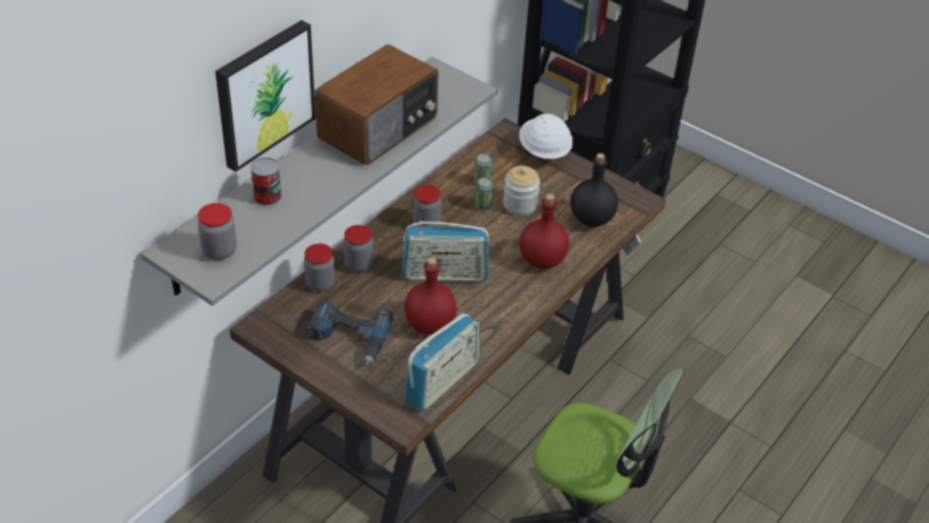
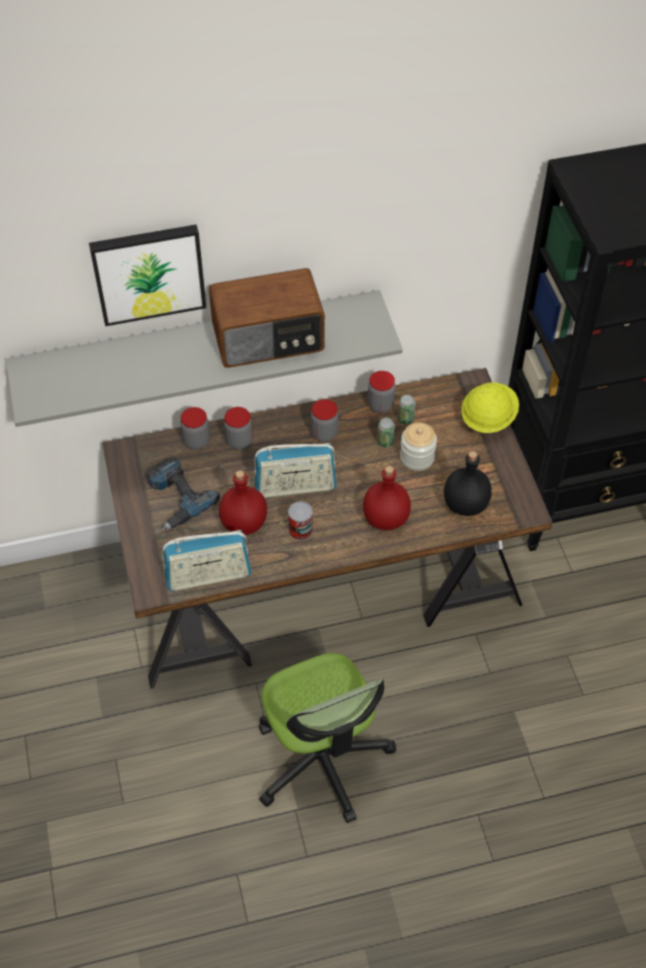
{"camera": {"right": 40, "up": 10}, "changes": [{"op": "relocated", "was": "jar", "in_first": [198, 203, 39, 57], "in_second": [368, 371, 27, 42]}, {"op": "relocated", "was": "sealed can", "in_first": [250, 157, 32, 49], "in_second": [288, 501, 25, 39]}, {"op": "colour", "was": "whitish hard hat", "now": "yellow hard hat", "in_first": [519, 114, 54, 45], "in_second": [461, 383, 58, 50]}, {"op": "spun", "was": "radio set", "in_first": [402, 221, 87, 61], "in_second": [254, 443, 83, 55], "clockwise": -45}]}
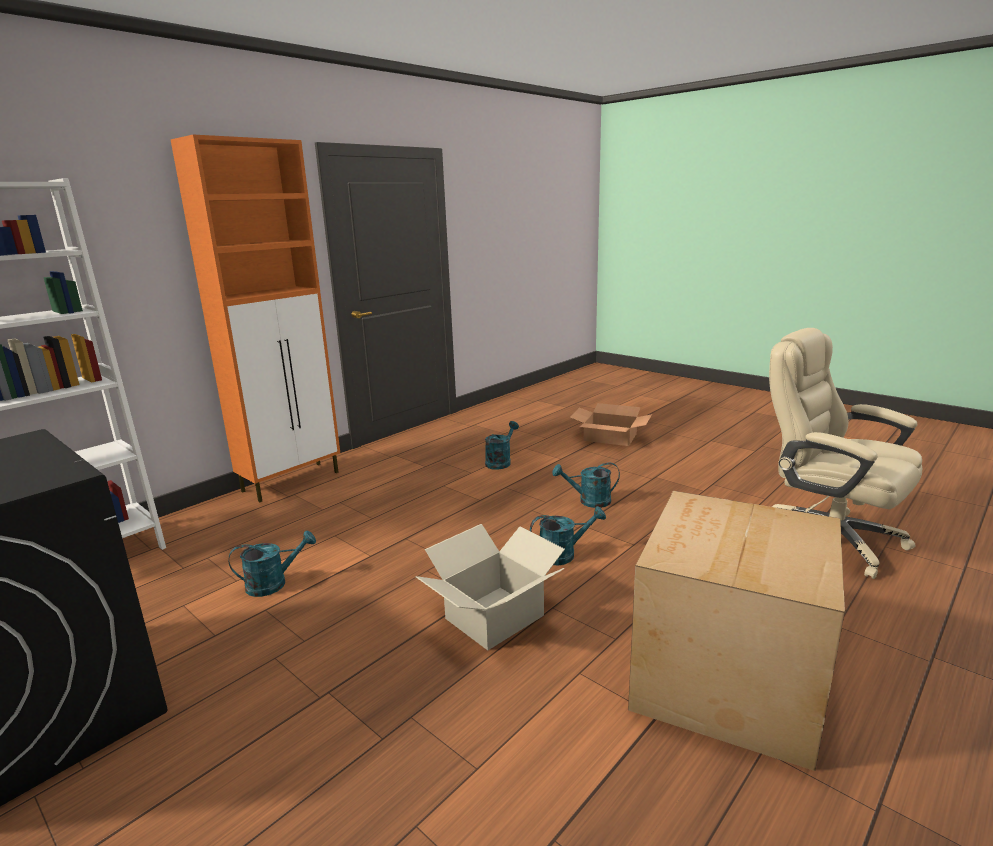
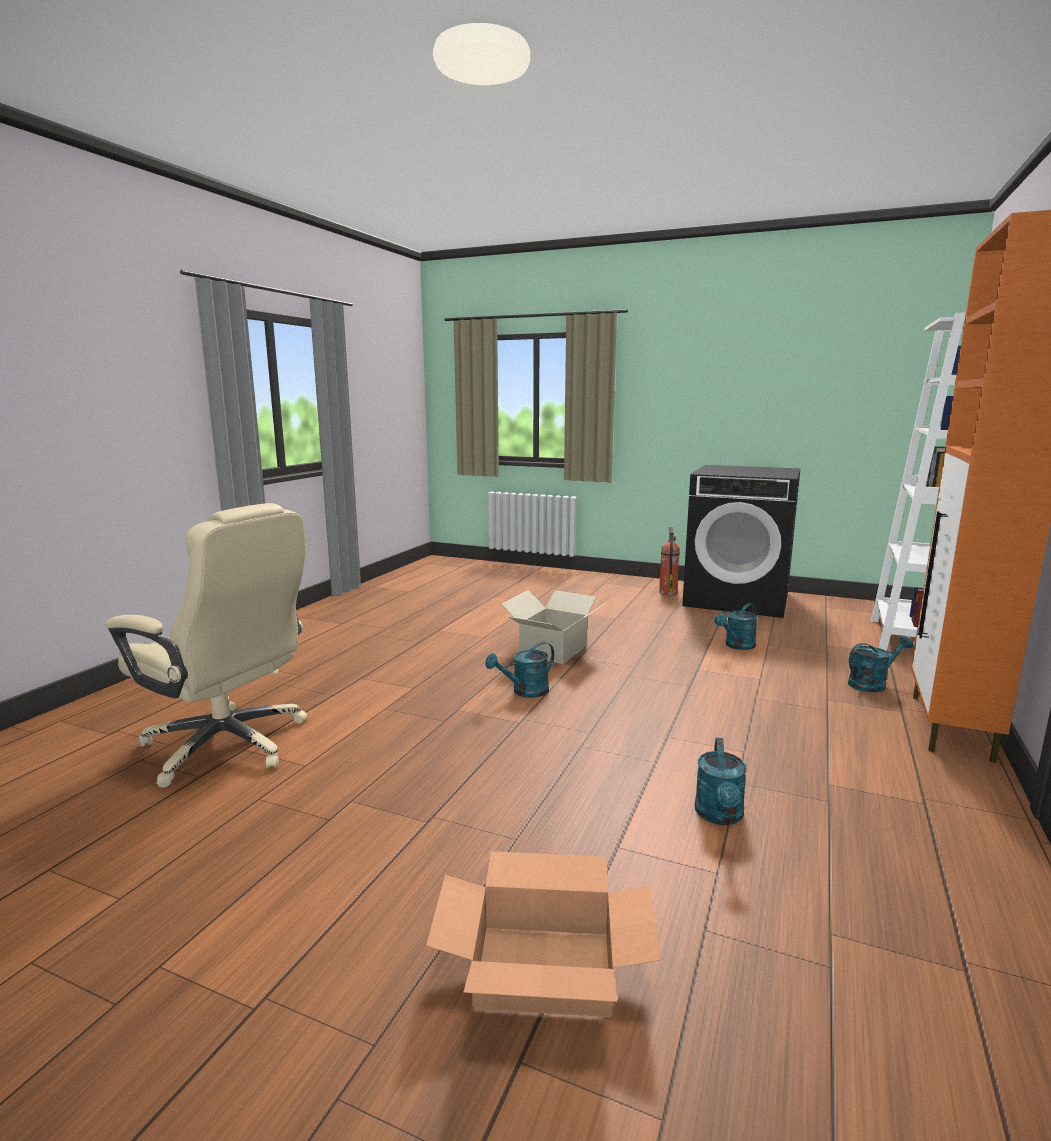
{"camera": {"right": 160, "up": -5}, "changes": [{"op": "missing", "was": "packing box", "in_first": [628, 491, 217, 280]}, {"op": "appeared", "now": "extinguisher", "in_second": [659, 527, 21, 68]}, {"op": "relocated", "was": "turquoise sprinkling can", "in_first": [552, 463, 68, 45], "in_second": [848, 635, 65, 57]}]}
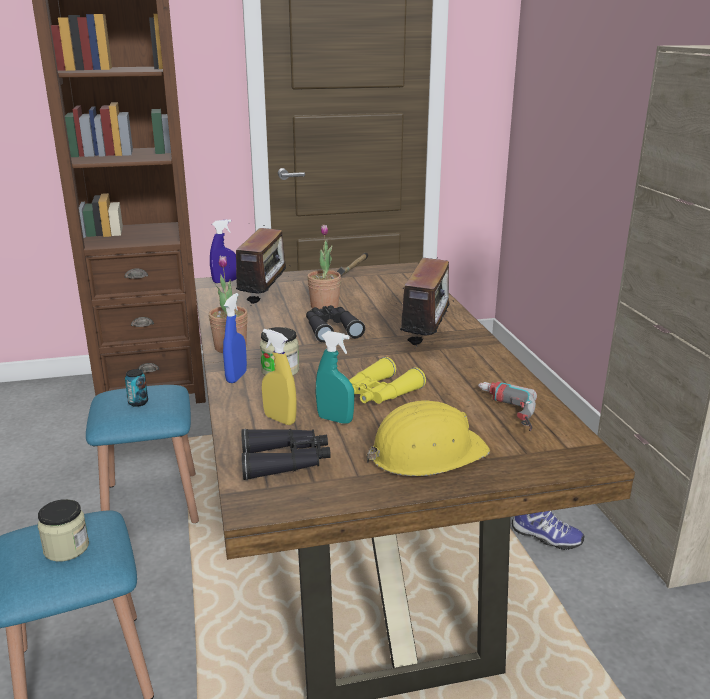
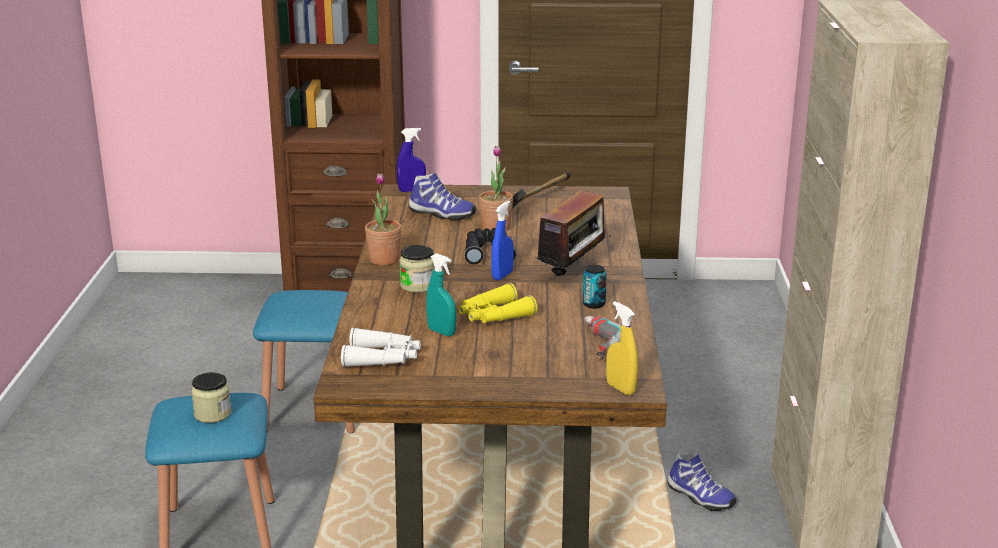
{"camera": {"right": 15, "up": 0}, "changes": [{"op": "missing", "was": "yellow hard hat", "in_first": [367, 401, 123, 75]}, {"op": "relocated", "was": "sealed can", "in_first": [125, 369, 23, 38], "in_second": [582, 265, 25, 44]}, {"op": "relocated", "was": "blue-coloured sprayer", "in_first": [223, 293, 24, 90], "in_second": [491, 201, 23, 79]}, {"op": "relocated", "was": "yellow sprayer", "in_first": [262, 329, 35, 96], "in_second": [606, 301, 32, 94]}, {"op": "exchanged", "was": "radio set", "now": "item of footwear", "in_first": [229, 226, 61, 80], "in_second": [408, 173, 68, 48]}, {"op": "colour", "was": "black-coloured field glasses", "now": "whitish field glasses", "in_first": [241, 429, 90, 51], "in_second": [341, 328, 80, 39]}]}
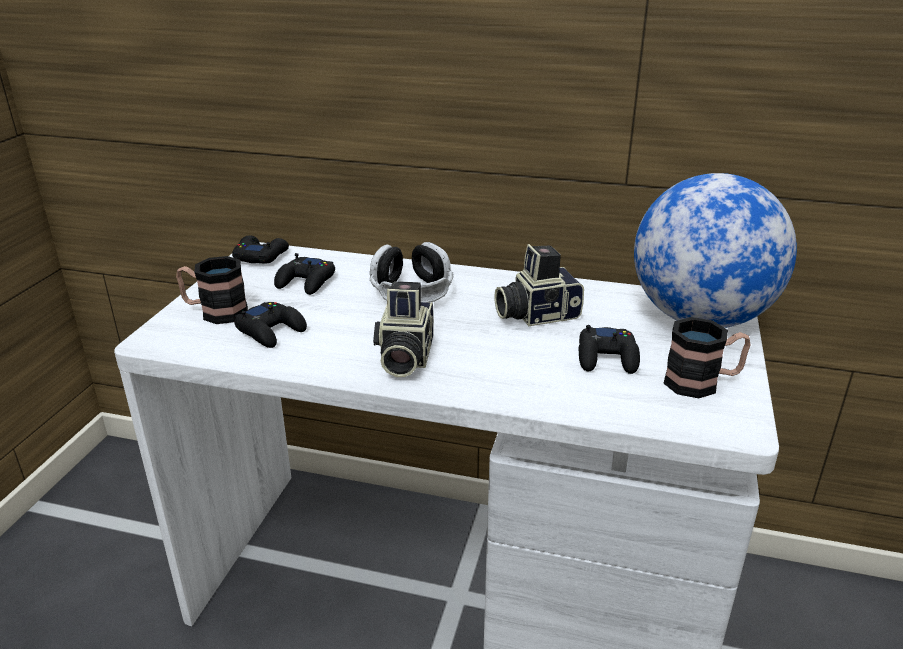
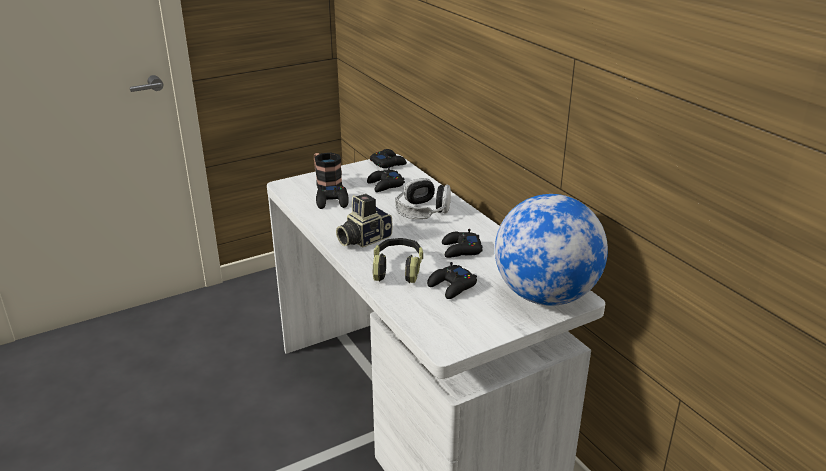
{"camera": {"right": 45, "up": 0}, "changes": [{"op": "missing", "was": "tea mug", "in_first": [664, 317, 87, 81]}, {"op": "appeared", "now": "headset", "in_second": [373, 238, 50, 45]}, {"op": "exchanged", "was": "photo camera", "now": "black-coloured game controller", "in_first": [494, 244, 90, 82], "in_second": [442, 229, 41, 29]}]}
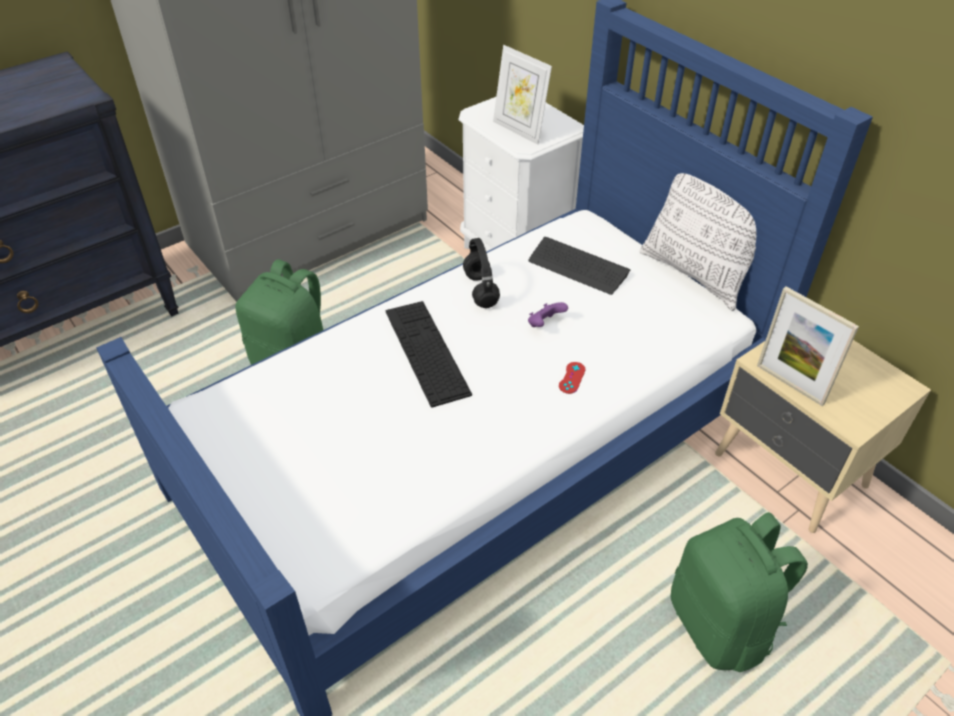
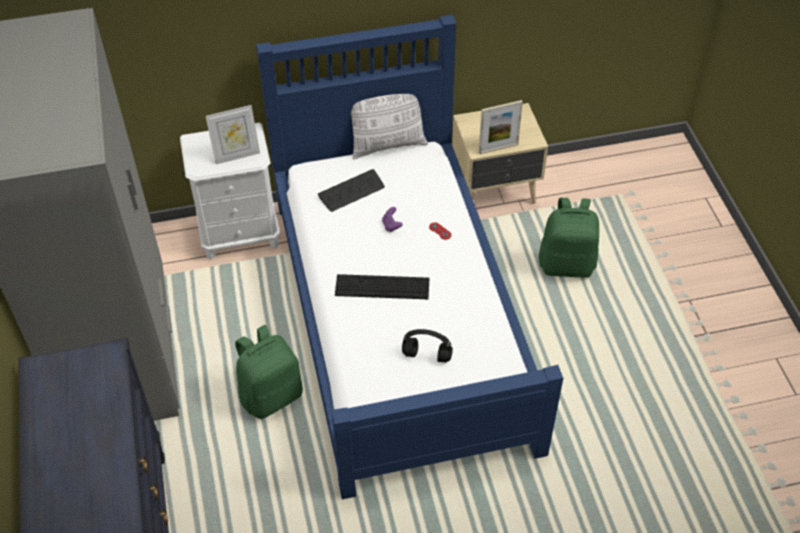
{"camera": {"right": -65, "up": 5}, "changes": [{"op": "relocated", "was": "black-coloured headset", "in_first": [463, 238, 37, 70], "in_second": [402, 329, 51, 34]}]}
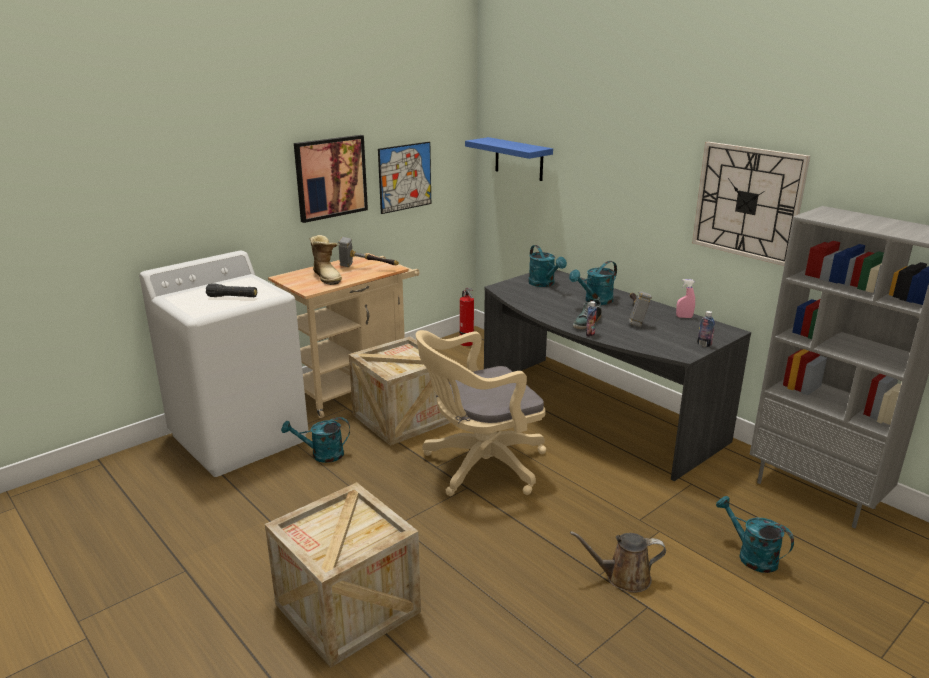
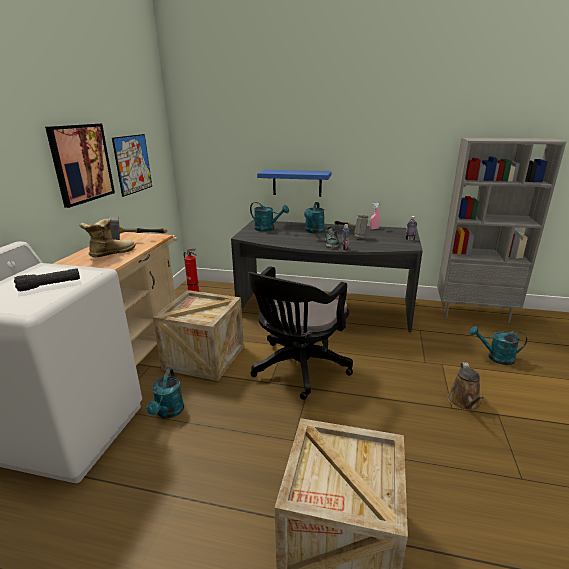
{"camera": {"right": -35, "up": 0}, "changes": [{"op": "missing", "was": "clock on the wall", "in_first": [692, 142, 118, 124]}, {"op": "relocated", "was": "blue-coloured bracket shelf", "in_first": [465, 137, 88, 44], "in_second": [257, 170, 74, 27]}, {"op": "colour", "was": "beige-coloured desk chair", "now": "black-coloured desk chair", "in_first": [416, 330, 130, 166], "in_second": [248, 266, 105, 134]}, {"op": "spun", "was": "turquoise sprinkling can", "in_first": [281, 417, 69, 46], "in_second": [146, 369, 38, 50], "clockwise": -45}, {"op": "spun", "was": "high-top boot", "in_first": [310, 235, 32, 50], "in_second": [79, 218, 57, 40], "clockwise": -75}, {"op": "spun", "was": "brown sprinkling can", "in_first": [570, 531, 96, 62], "in_second": [447, 362, 36, 49], "clockwise": -45}]}
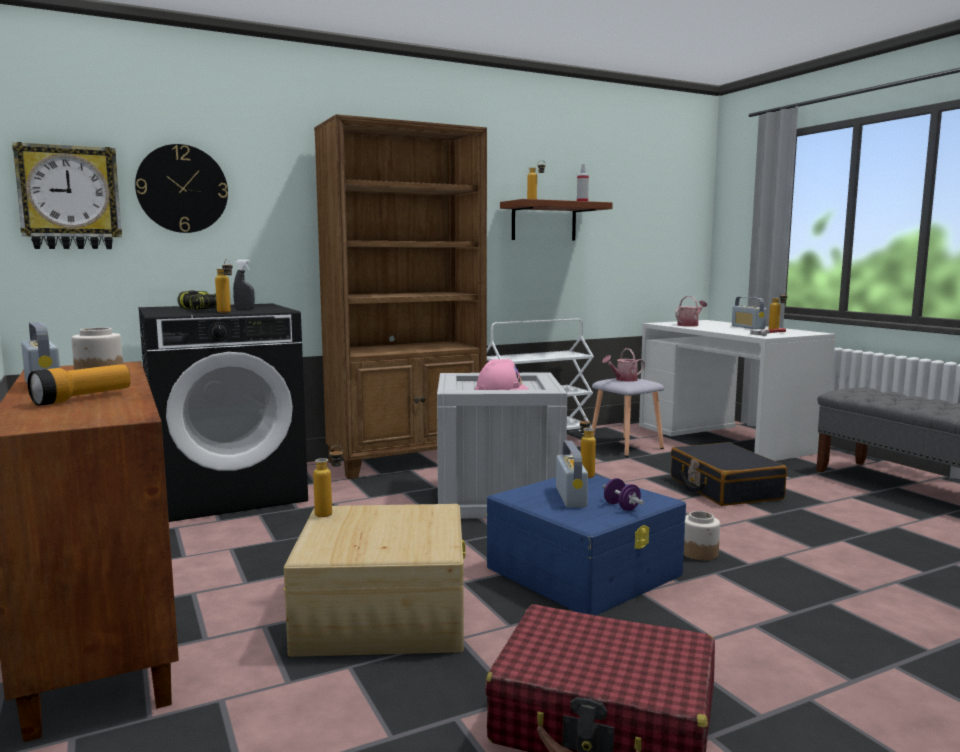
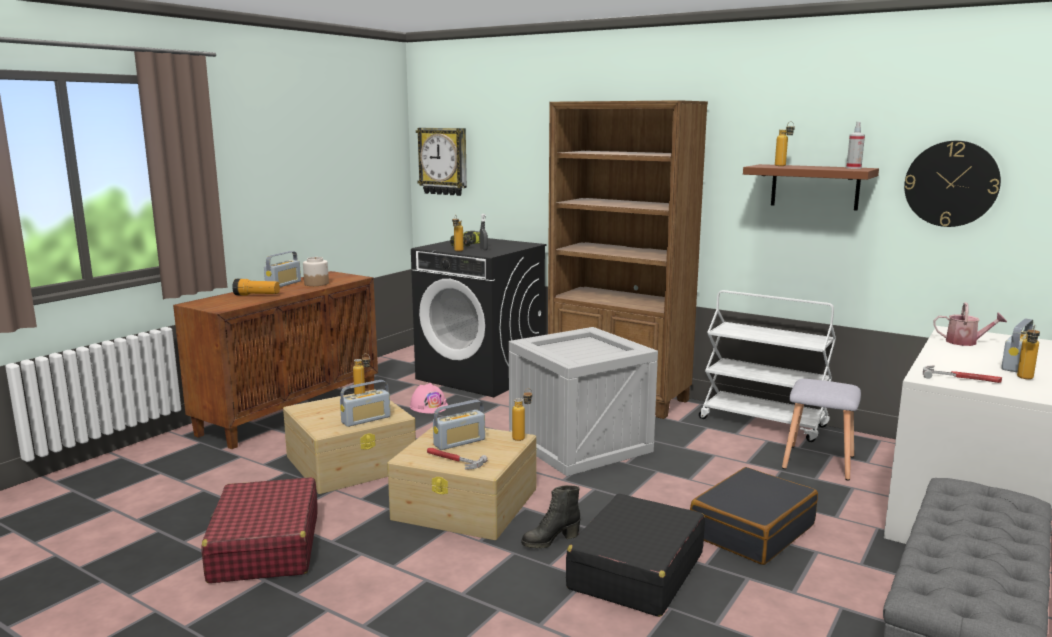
{"camera": {"right": 60, "up": 5}, "changes": [{"op": "missing", "was": "sprinkling can", "in_first": [602, 348, 43, 34]}, {"op": "appeared", "now": "radio set", "in_second": [340, 380, 51, 47]}, {"op": "appeared", "now": "black-coloured travel case", "in_second": [566, 494, 139, 123]}, {"op": "relocated", "was": "clock on the wall", "in_first": [135, 144, 93, 89], "in_second": [904, 141, 97, 86]}, {"op": "relocated", "was": "pinkish hard hat", "in_first": [475, 359, 54, 31], "in_second": [410, 383, 38, 31]}, {"op": "exchanged", "was": "purplish hand weight", "now": "hand hammer", "in_first": [603, 478, 41, 33], "in_second": [427, 448, 61, 21]}, {"op": "exchanged", "was": "jar", "now": "black-coloured high-top boot", "in_first": [684, 511, 36, 49], "in_second": [521, 485, 60, 63]}, {"op": "colour", "was": "blue-coloured storage bin", "now": "beige-coloured storage bin", "in_first": [486, 475, 200, 140], "in_second": [387, 427, 149, 113]}]}
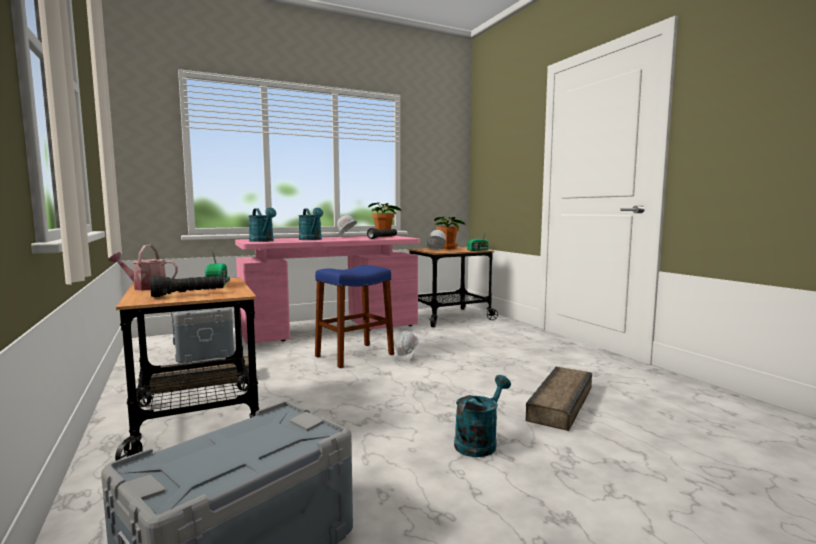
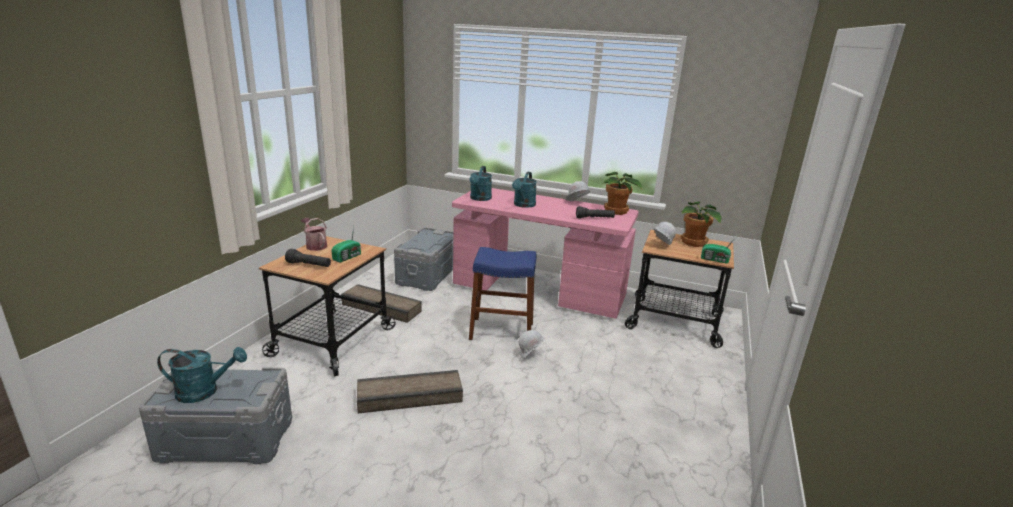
{"camera": {"right": 45, "up": 15}, "changes": [{"op": "relocated", "was": "turquoise sprinkling can", "in_first": [454, 375, 57, 82], "in_second": [157, 347, 90, 56]}, {"op": "relocated", "was": "shipping crate", "in_first": [526, 367, 66, 64], "in_second": [357, 370, 106, 43]}]}
